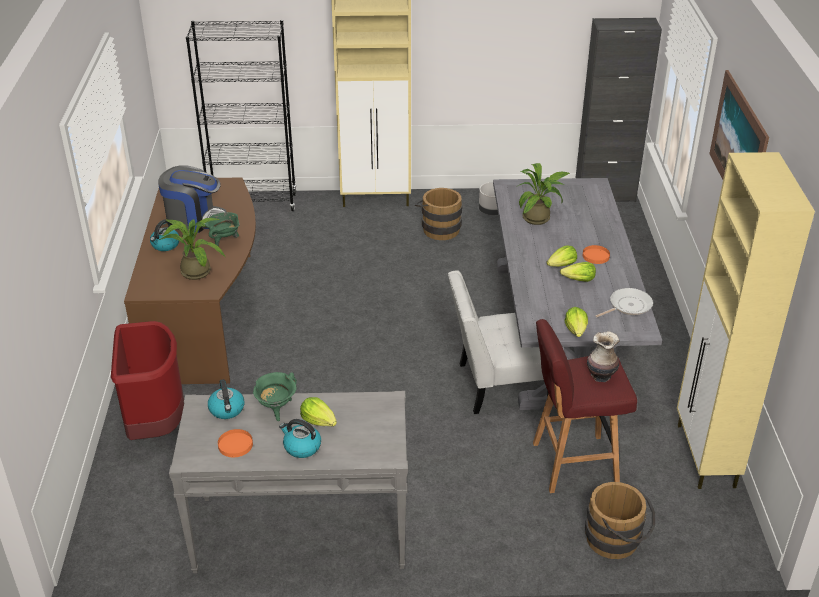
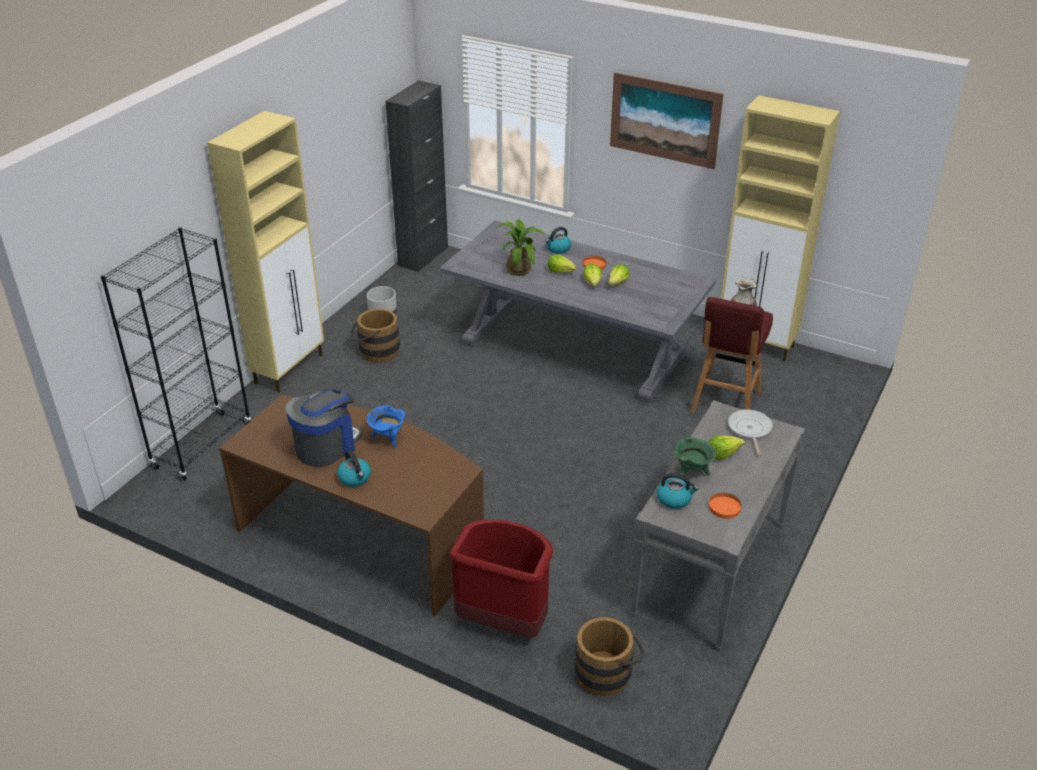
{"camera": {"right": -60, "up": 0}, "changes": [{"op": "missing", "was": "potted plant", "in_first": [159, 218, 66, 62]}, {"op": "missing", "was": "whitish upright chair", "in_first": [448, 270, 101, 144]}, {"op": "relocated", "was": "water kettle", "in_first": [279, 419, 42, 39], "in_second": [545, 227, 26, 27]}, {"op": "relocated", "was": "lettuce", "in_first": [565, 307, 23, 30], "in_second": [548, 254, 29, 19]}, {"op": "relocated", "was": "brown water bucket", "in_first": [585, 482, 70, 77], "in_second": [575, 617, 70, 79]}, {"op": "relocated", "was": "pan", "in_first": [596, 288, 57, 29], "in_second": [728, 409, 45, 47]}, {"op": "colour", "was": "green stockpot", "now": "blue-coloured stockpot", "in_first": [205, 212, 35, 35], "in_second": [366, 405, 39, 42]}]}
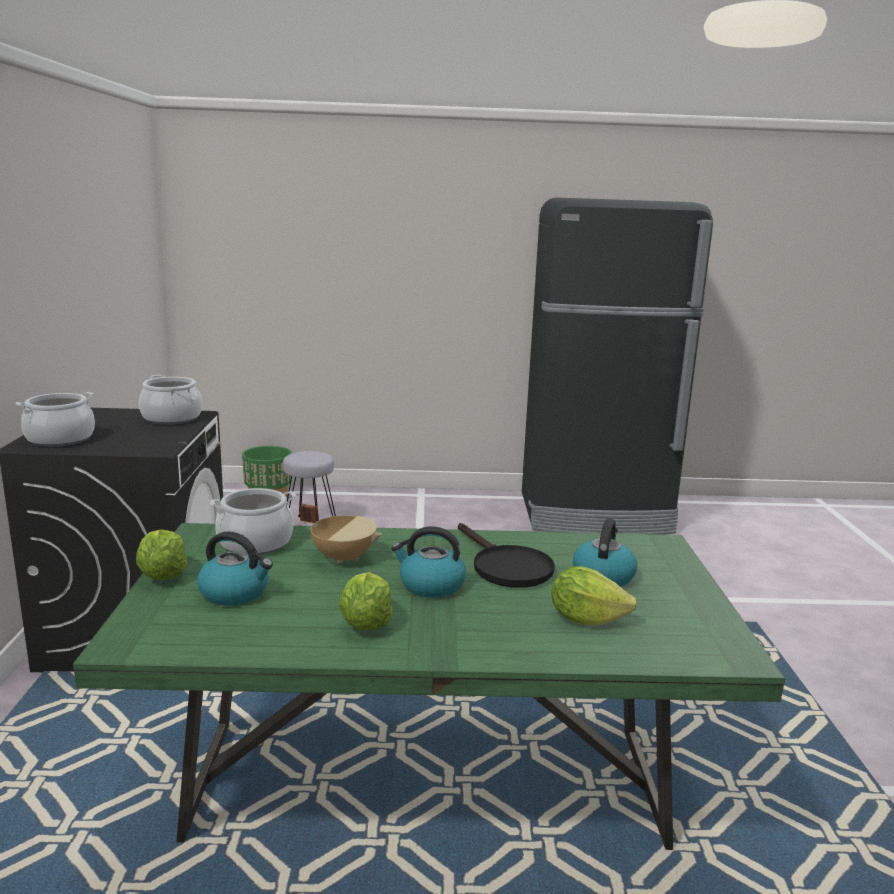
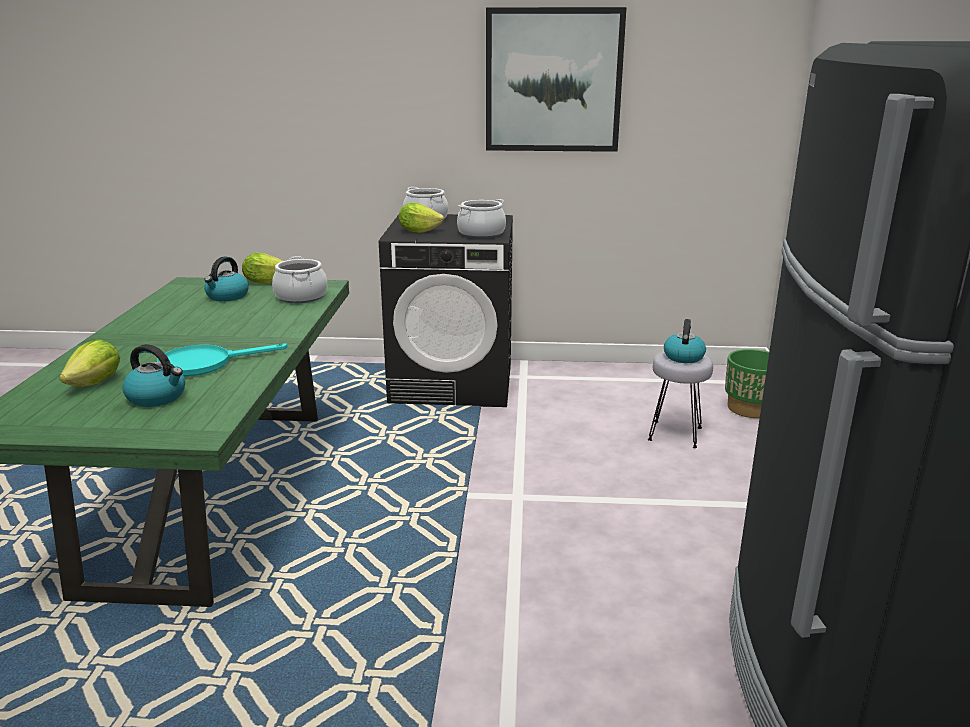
{"camera": {"right": 95, "up": 5}, "changes": [{"op": "missing", "was": "beige-coloured stockpot", "in_first": [300, 504, 82, 60]}, {"op": "appeared", "now": "picture", "in_second": [486, 7, 140, 145]}, {"op": "relocated", "was": "lettuce", "in_first": [339, 572, 53, 59], "in_second": [399, 202, 45, 31]}, {"op": "relocated", "was": "water kettle", "in_first": [391, 526, 75, 72], "in_second": [664, 319, 42, 44]}, {"op": "colour", "was": "black-coloured pan", "now": "turquoise pan", "in_first": [458, 523, 97, 65], "in_second": [157, 343, 130, 34]}]}
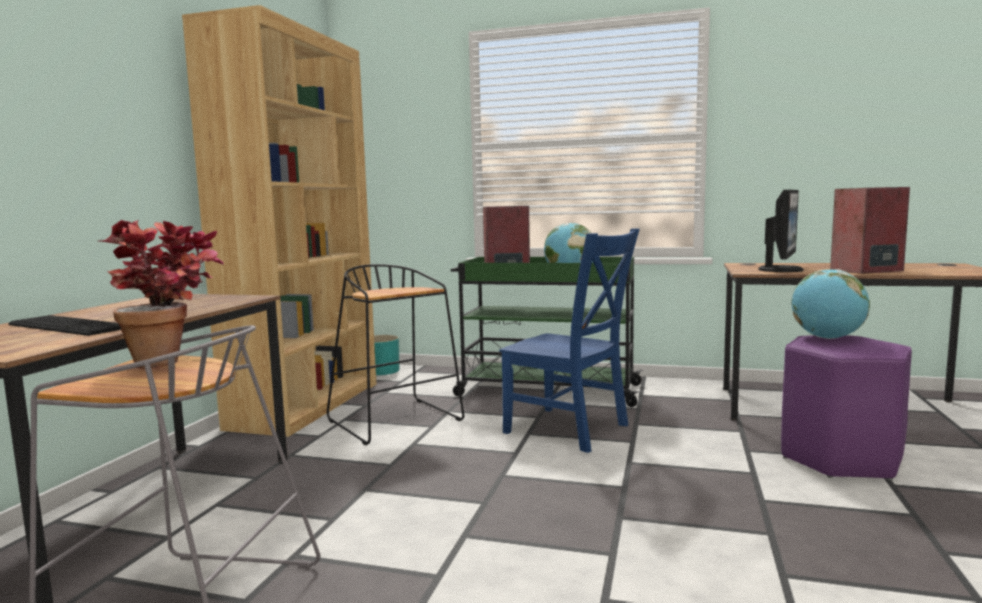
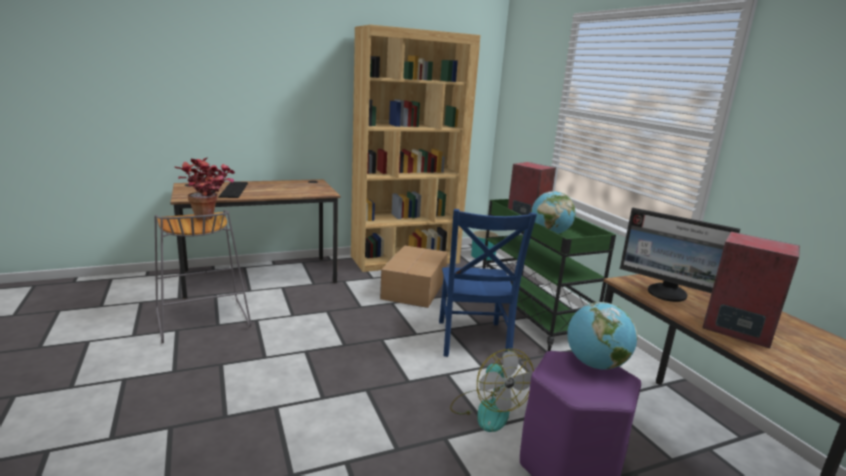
{"camera": {"right": 50, "up": 10}, "changes": [{"op": "appeared", "now": "fan", "in_second": [450, 349, 84, 83]}, {"op": "exchanged", "was": "black-coloured stool seat", "now": "packing box", "in_first": [327, 264, 137, 181], "in_second": [380, 245, 68, 63]}, {"op": "spun", "was": "monitor", "in_first": [759, 190, 44, 82], "in_second": [620, 208, 120, 94], "clockwise": 45}]}
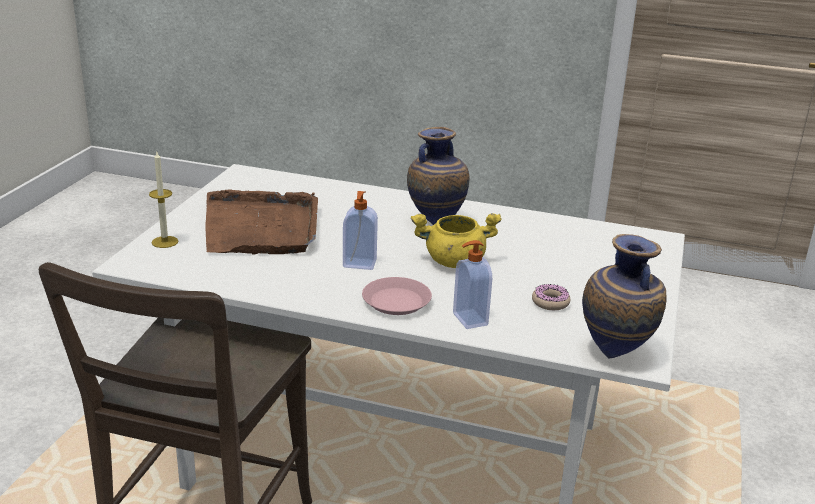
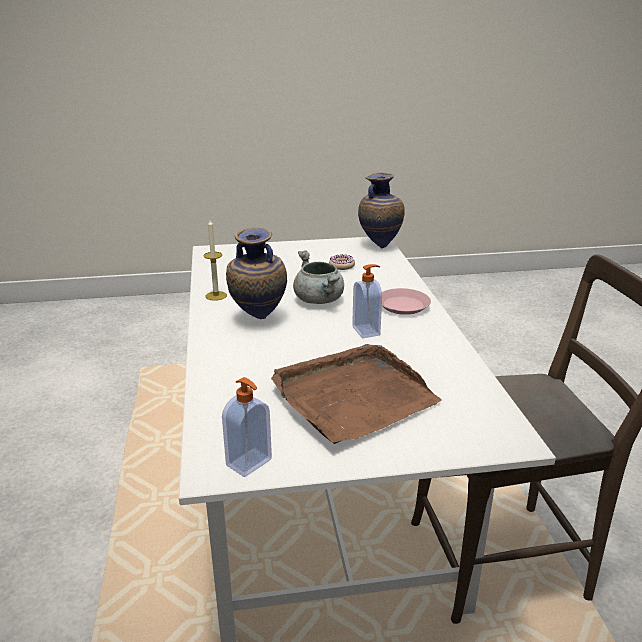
{"camera": {"right": -115, "up": 0}, "changes": [{"op": "relocated", "was": "wax candle", "in_first": [149, 152, 29, 96], "in_second": [204, 220, 23, 81]}, {"op": "relocated", "was": "soap dispenser", "in_first": [453, 240, 39, 89], "in_second": [222, 377, 50, 100]}, {"op": "colour", "was": "yellow stockpot", "now": "gray stockpot", "in_first": [411, 213, 91, 55], "in_second": [293, 250, 51, 54]}]}
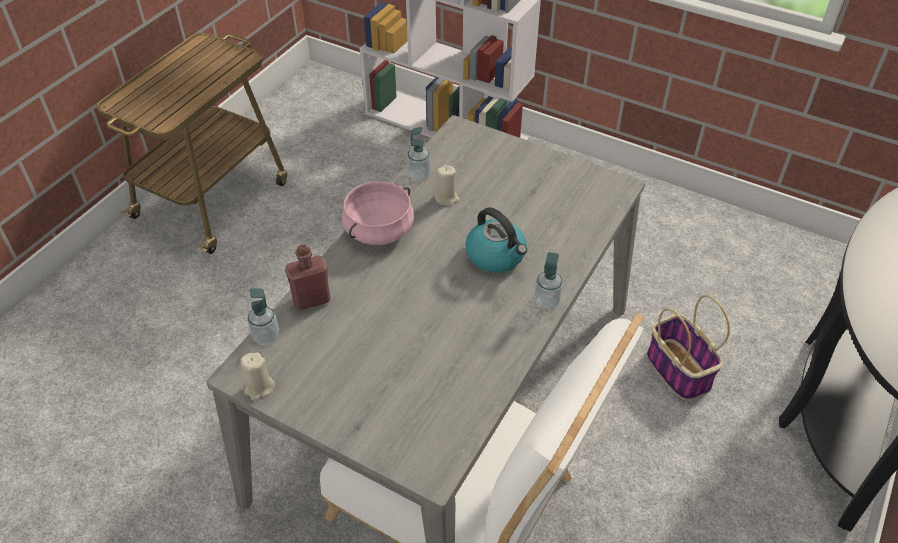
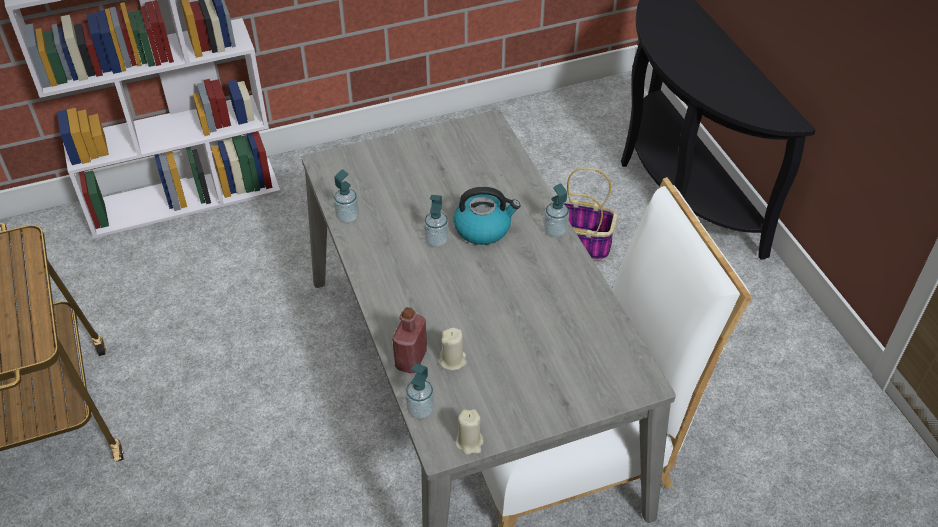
{"camera": {"right": -50, "up": 0}, "changes": [{"op": "missing", "was": "pinkish stockpot", "in_first": [342, 181, 72, 64]}, {"op": "appeared", "now": "soap dispenser", "in_second": [424, 195, 25, 52]}, {"op": "relocated", "was": "beige-coloured wax candle", "in_first": [434, 165, 26, 41], "in_second": [440, 328, 27, 43]}]}
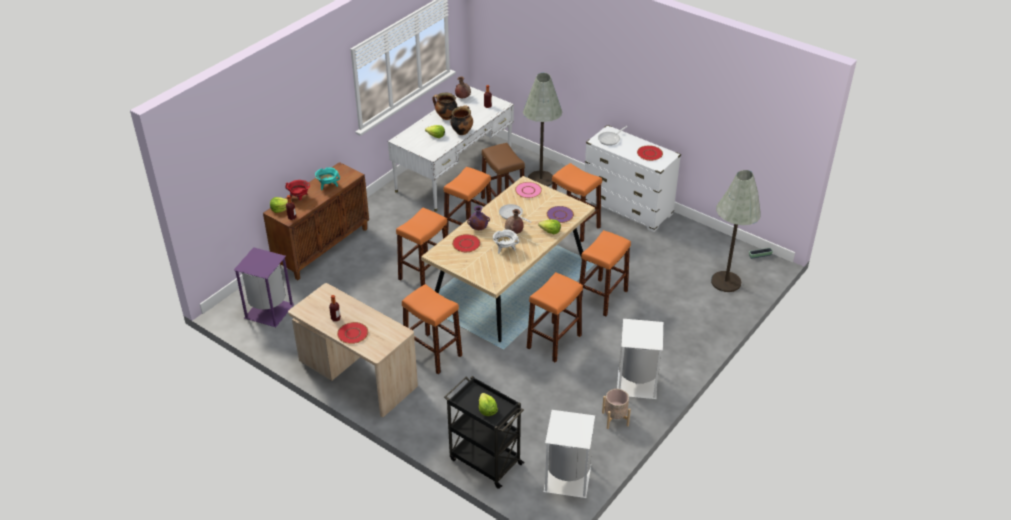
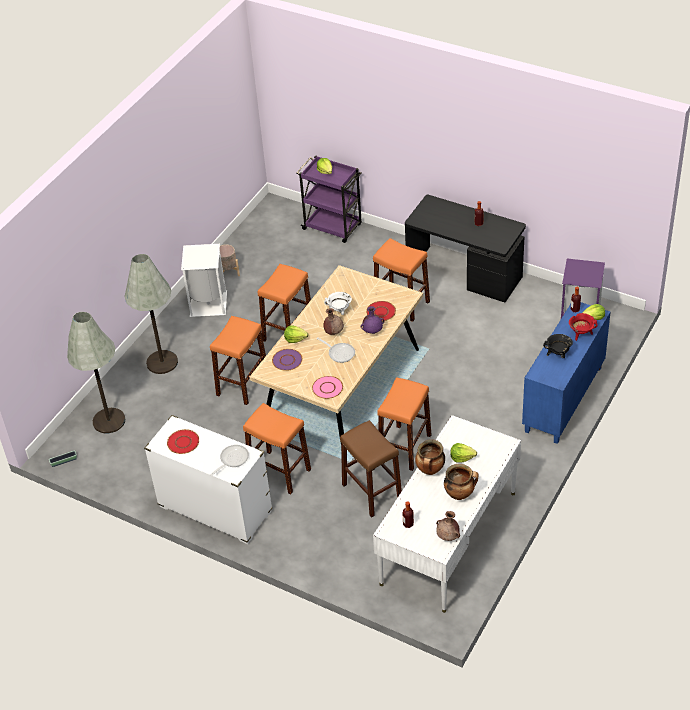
{"camera": {"right": 175, "up": 5}, "changes": [{"op": "missing", "was": "red dinner plate", "in_first": [337, 322, 31, 22]}, {"op": "missing", "was": "orange-coloured stool seat", "in_first": [396, 208, 52, 78]}, {"op": "missing", "was": "whitish waste bin", "in_first": [544, 410, 51, 88]}, {"op": "relocated", "was": "gray floor lamp", "in_first": [523, 73, 39, 114], "in_second": [124, 254, 54, 120]}, {"op": "colour", "was": "brown cabinet", "now": "blue-coloured cabinet", "in_first": [263, 162, 106, 118], "in_second": [522, 302, 88, 142]}, {"op": "colour", "was": "beige-coloured desk table", "now": "black-coloured desk table", "in_first": [288, 283, 130, 134], "in_second": [405, 195, 121, 107]}, {"op": "colour", "was": "turquoise stockpot", "now": "black-coloured stockpot", "in_first": [315, 167, 25, 23], "in_second": [543, 334, 30, 24]}, {"op": "colour", "was": "black-coloured cart", "now": "purplish cart", "in_first": [444, 376, 81, 113], "in_second": [296, 155, 66, 88]}]}
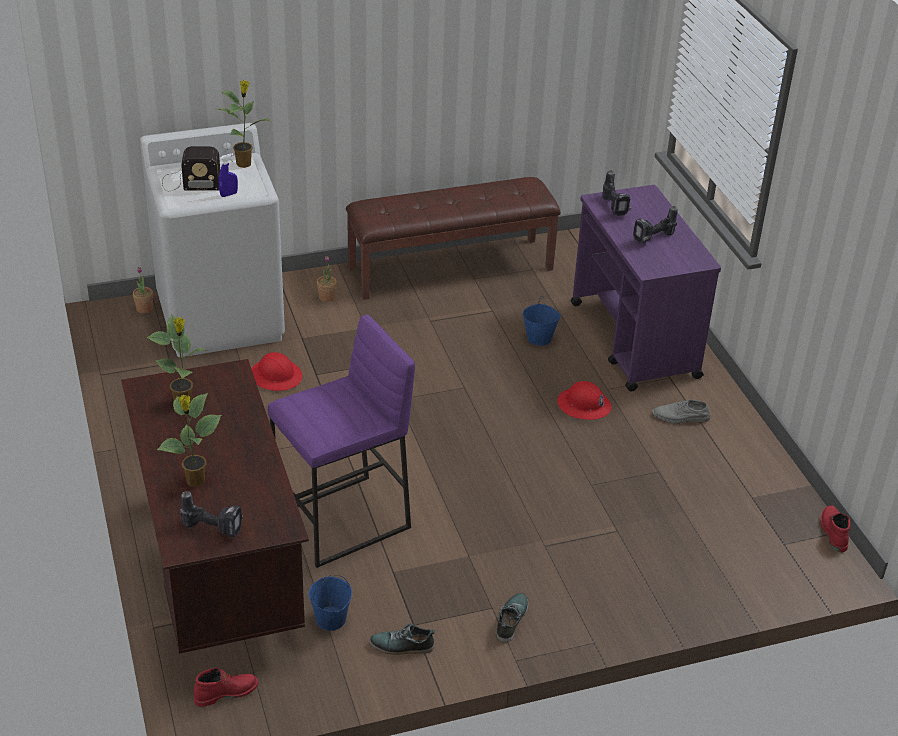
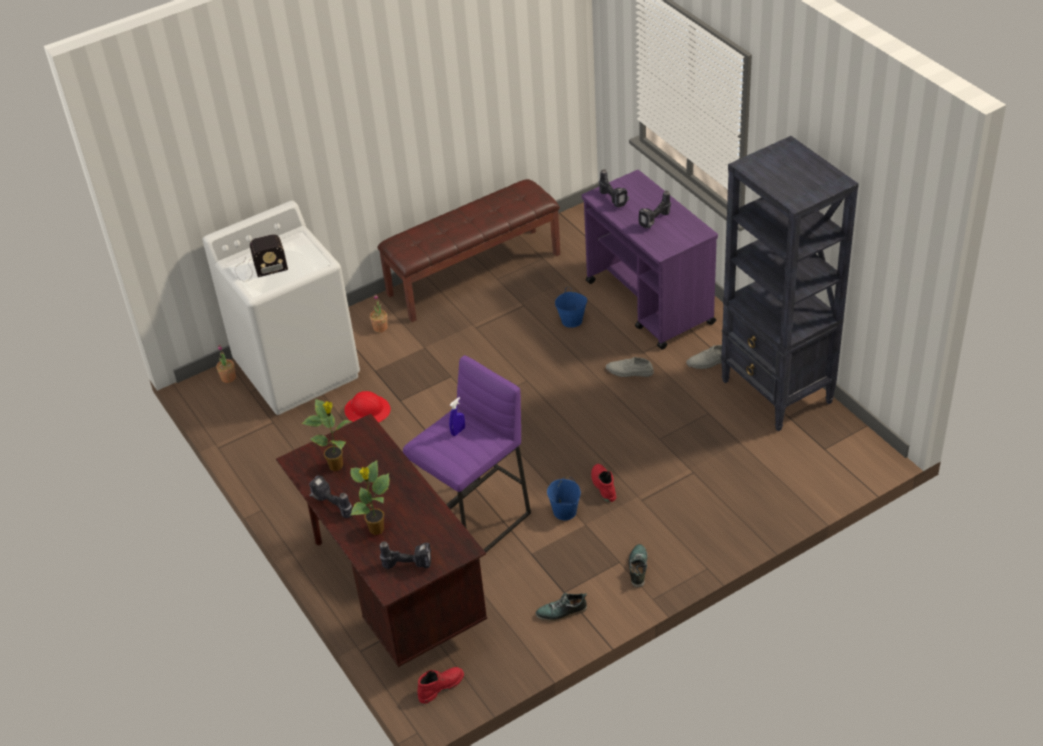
{"camera": {"right": -10, "up": 5}, "changes": [{"op": "missing", "was": "potted plant", "in_first": [215, 80, 56, 88]}, {"op": "appeared", "now": "power drill", "in_second": [309, 475, 43, 43]}, {"op": "appeared", "now": "black-coloured bookshelf", "in_second": [721, 136, 138, 295]}, {"op": "relocated", "was": "blue-coloured sprayer", "in_first": [219, 153, 19, 44], "in_second": [449, 397, 16, 39]}, {"op": "relocated", "was": "blue-coloured water bucket", "in_first": [309, 575, 43, 56], "in_second": [547, 477, 34, 43]}, {"op": "relocated", "was": "red high-top boot", "in_first": [821, 505, 29, 47], "in_second": [591, 464, 25, 38]}, {"op": "exchanged", "was": "red hard hat", "now": "gray item of footwear", "in_first": [557, 381, 55, 39], "in_second": [606, 356, 48, 21]}]}
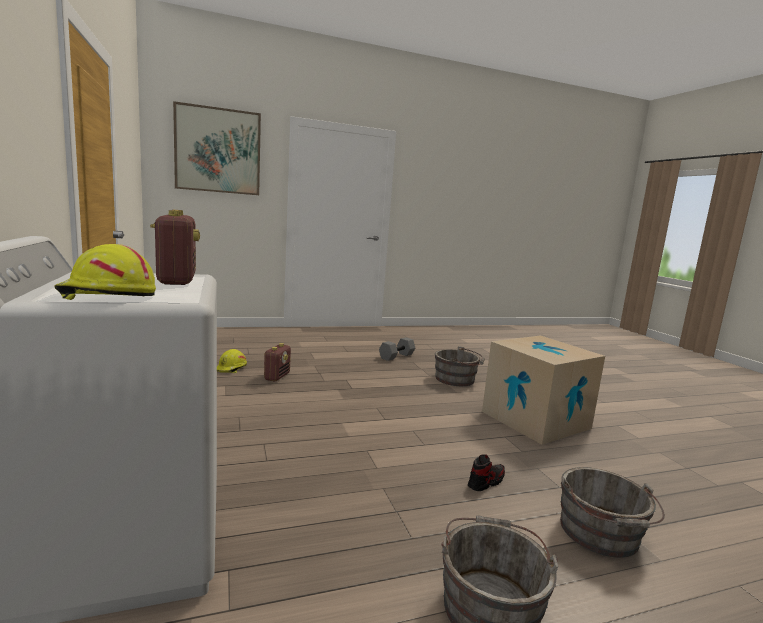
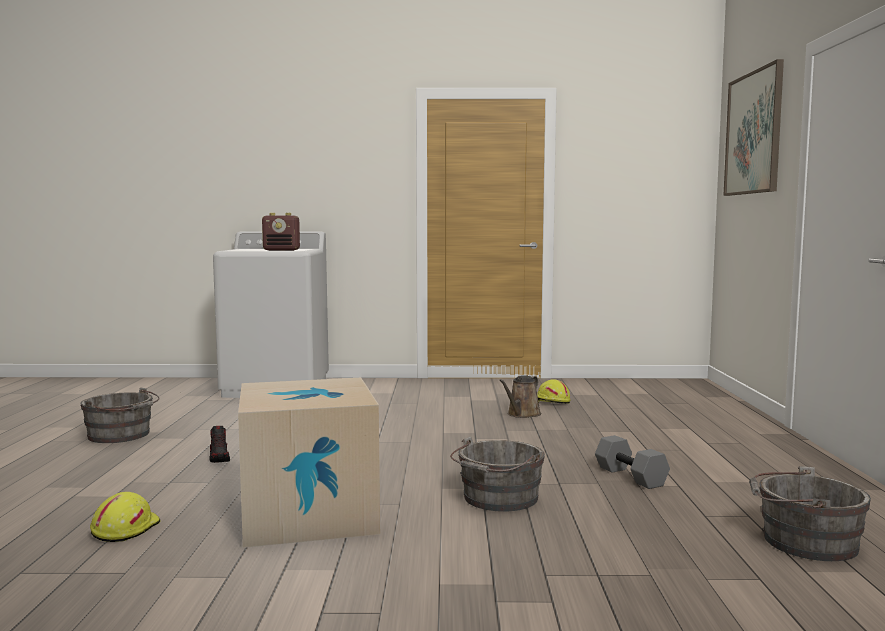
{"camera": {"right": 110, "up": -5}, "changes": [{"op": "relocated", "was": "yellow hard hat", "in_first": [55, 244, 101, 56], "in_second": [90, 492, 71, 50]}, {"op": "relocated", "was": "gray water bucket", "in_first": [560, 467, 105, 91], "in_second": [749, 466, 122, 95]}, {"op": "exchanged", "was": "radio set", "now": "brown sprinkling can", "in_first": [264, 343, 27, 38], "in_second": [499, 375, 42, 43]}]}
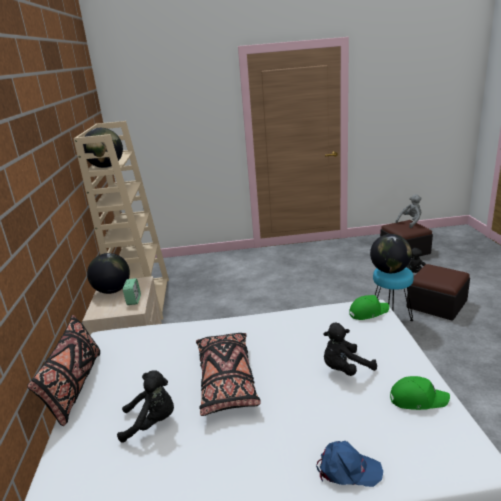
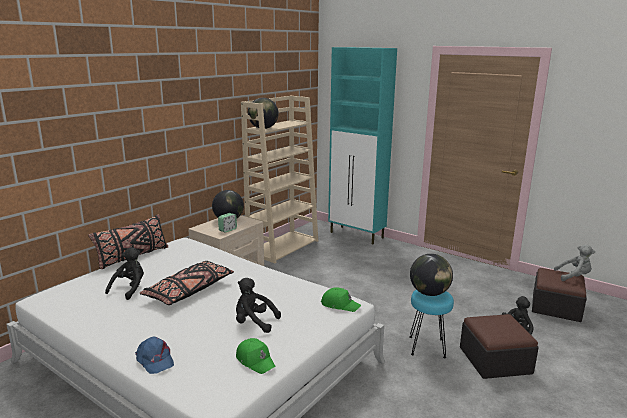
{"camera": {"right": 40, "up": -5}, "changes": [{"op": "appeared", "now": "turquoise cabinet", "in_second": [328, 47, 69, 197]}, {"op": "spun", "was": "black-coloured plush toy", "in_first": [117, 371, 57, 72], "in_second": [105, 247, 39, 53], "clockwise": -105}]}
